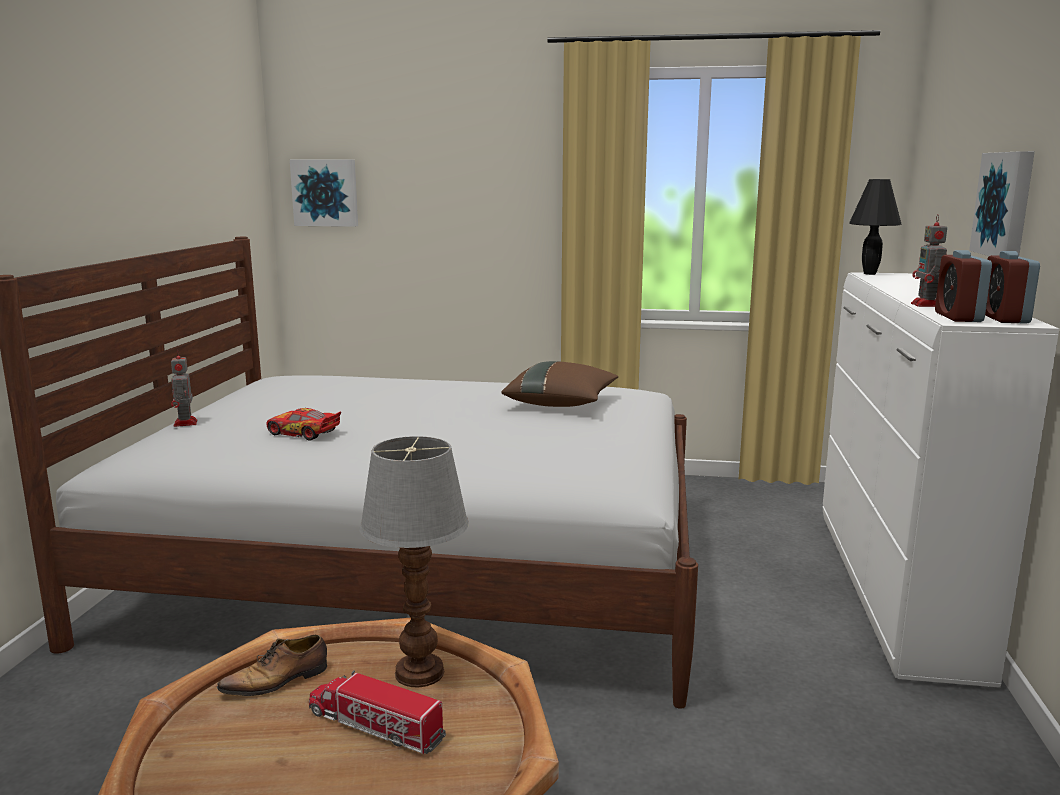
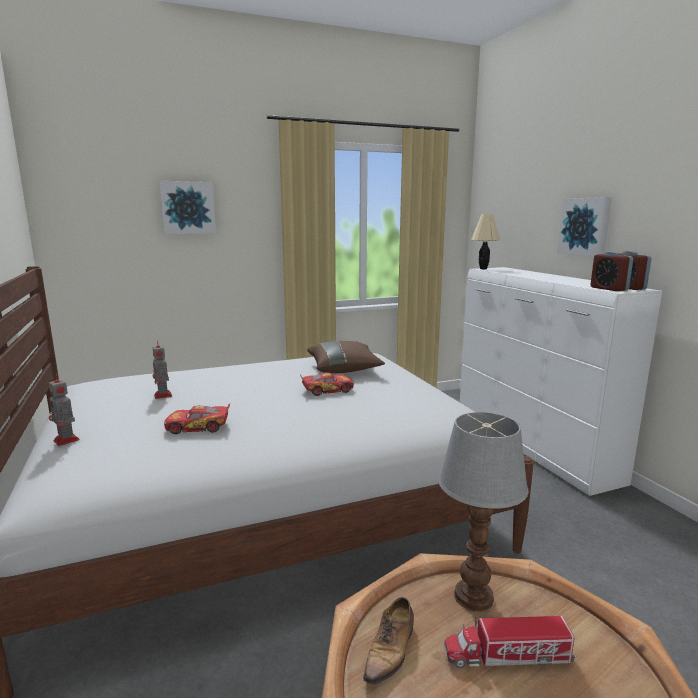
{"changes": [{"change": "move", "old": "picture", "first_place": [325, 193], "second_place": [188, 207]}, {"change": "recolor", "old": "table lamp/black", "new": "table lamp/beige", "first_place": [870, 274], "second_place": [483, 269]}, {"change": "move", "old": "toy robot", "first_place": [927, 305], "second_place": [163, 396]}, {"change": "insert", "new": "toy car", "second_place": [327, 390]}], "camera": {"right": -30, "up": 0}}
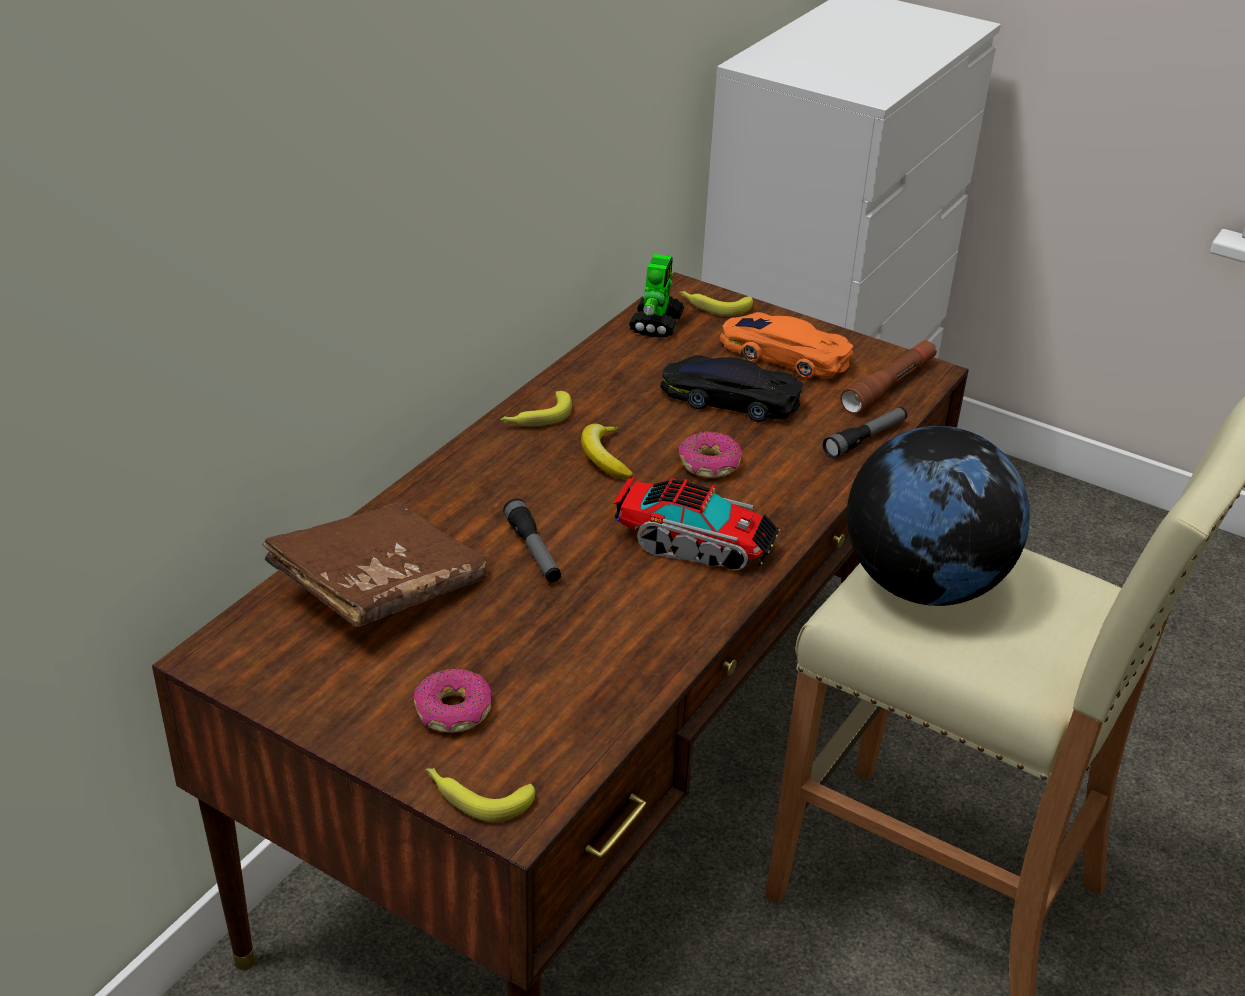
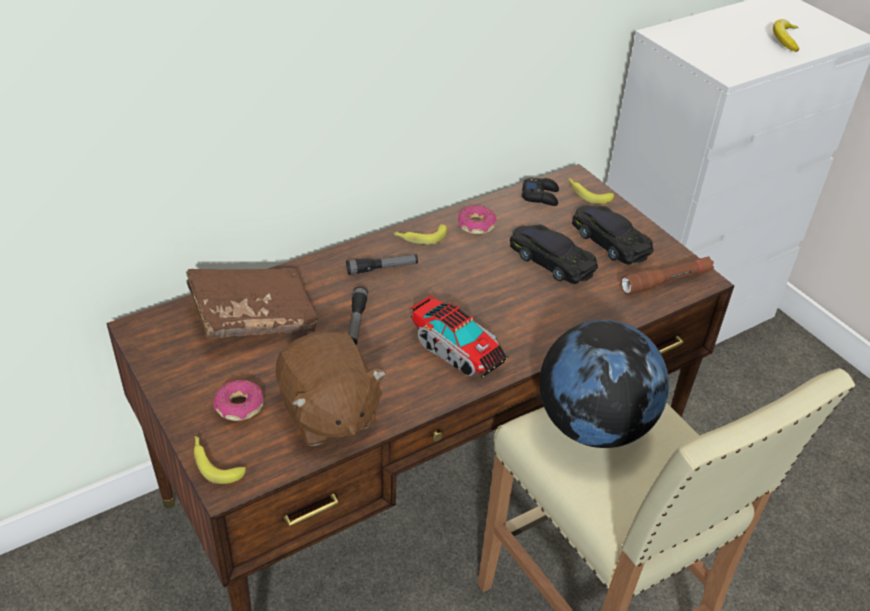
{"changes": [{"change": "replace", "old": "toy robot", "new": "game controller/black", "first_place": [656, 324], "second_place": [540, 196]}, {"change": "recolor", "old": "toy car/orange", "new": "toy car/black", "first_place": [784, 355], "second_place": [609, 240]}, {"change": "move", "old": "flashlight", "first_place": [865, 439], "second_place": [382, 268]}, {"change": "move", "old": "banana", "first_place": [604, 457], "second_place": [784, 39]}, {"change": "move", "old": "donut", "first_place": [709, 464], "second_place": [475, 226]}, {"change": "insert", "new": "plush toy/brown", "second_place": [328, 413]}], "camera": {"right": 25, "up": 5}}
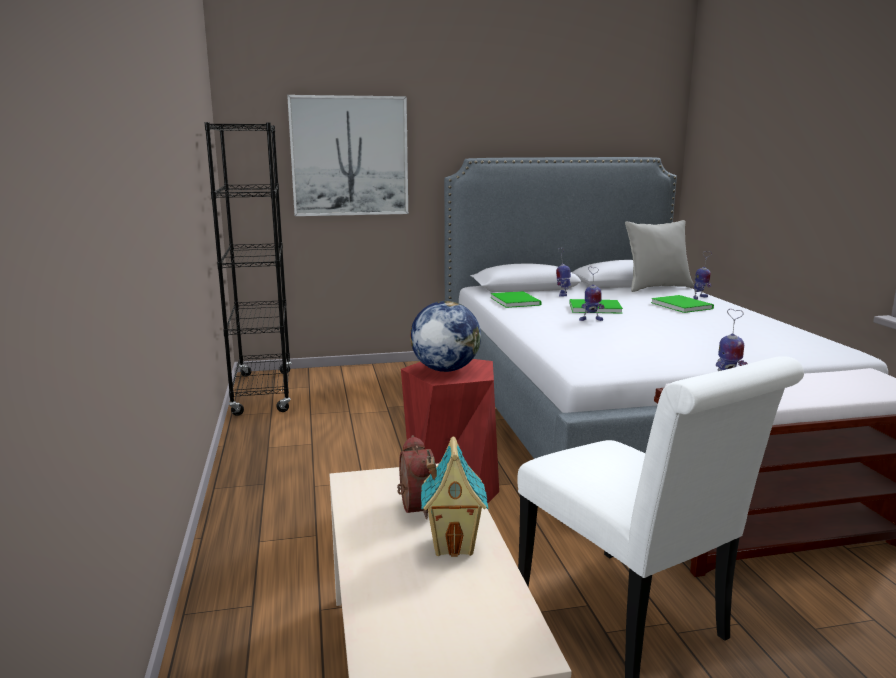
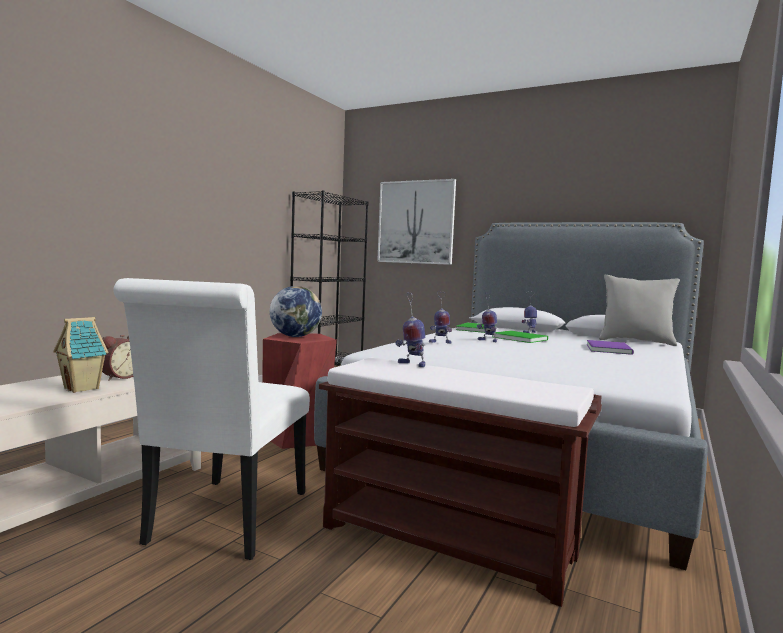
{"changes": [{"change": "move", "old": "toy robot", "first_place": [699, 298], "second_place": [439, 342]}, {"change": "recolor", "old": "book/green", "new": "book/purple", "first_place": [681, 305], "second_place": [609, 349]}], "camera": {"right": 40, "up": -10}}
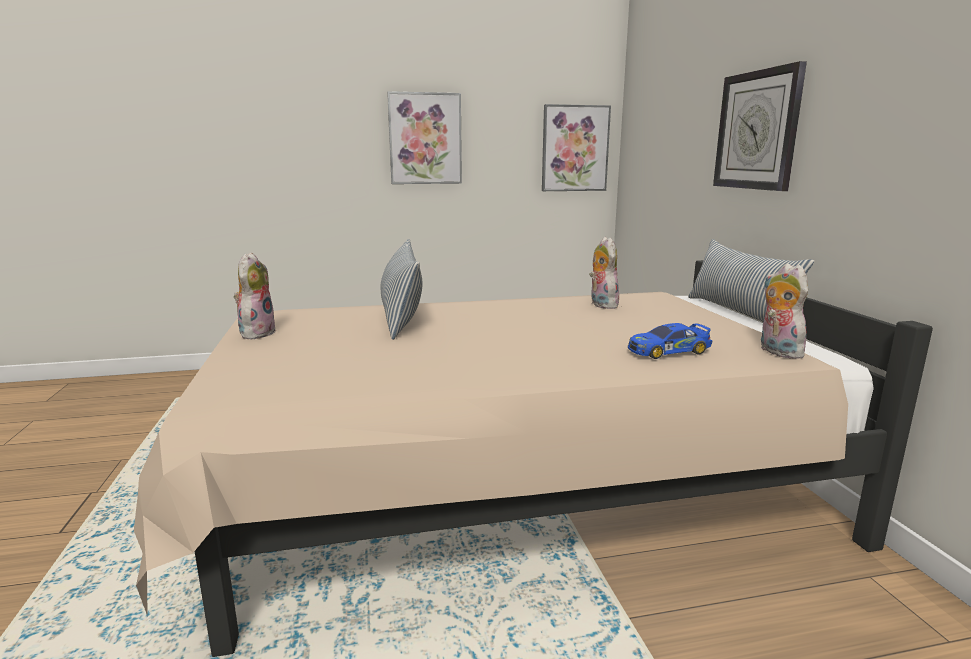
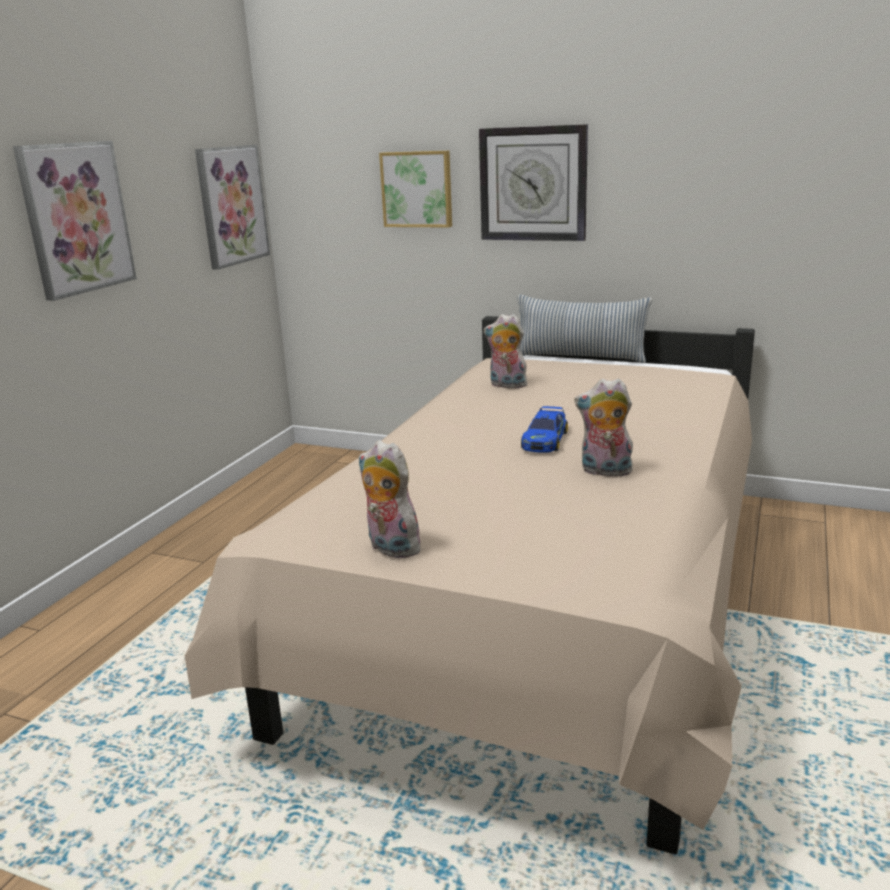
{"changes": [{"change": "delete", "old": "pillow", "first_place": [402, 317]}, {"change": "move", "old": "plush toy", "first_place": [776, 352], "second_place": [604, 472]}, {"change": "move", "old": "toy car", "first_place": [668, 351], "second_place": [545, 440]}, {"change": "insert", "new": "picture", "second_place": [417, 189]}], "camera": {"right": -55, "up": 5}}
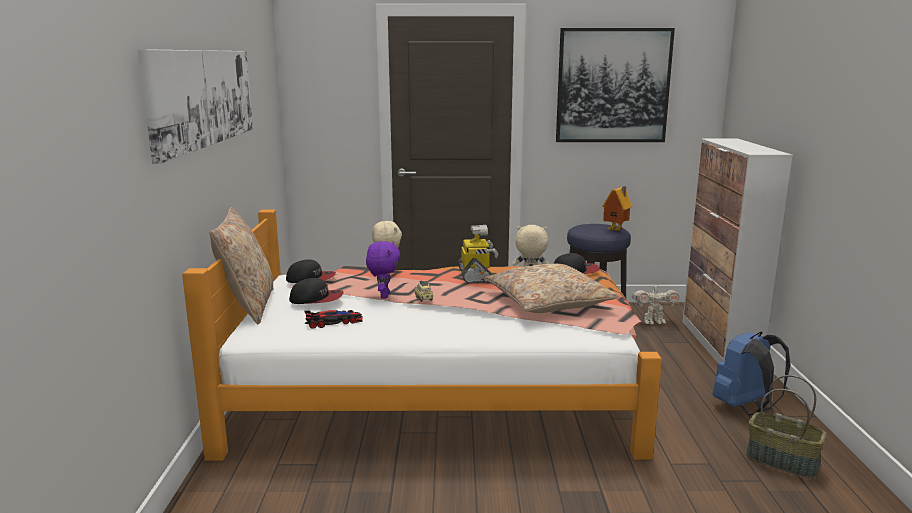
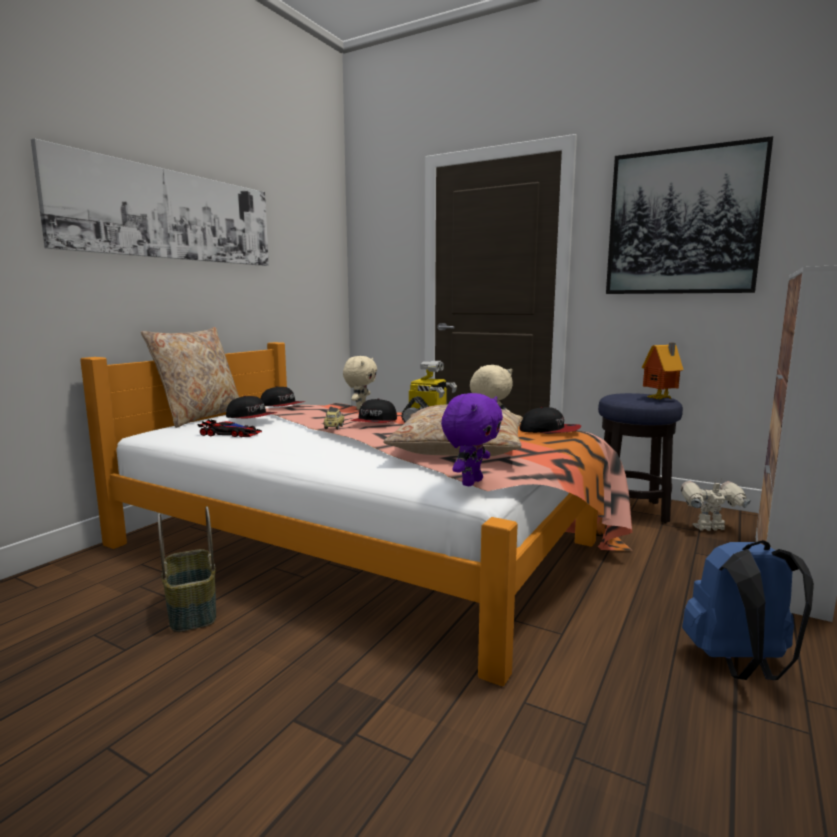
{"changes": [{"change": "move", "old": "plush toy/purple", "first_place": [384, 295], "second_place": [470, 482]}, {"change": "rotate", "old": "toy robot", "first_place": [653, 322], "second_place": [710, 529], "degrees": 150}, {"change": "move", "old": "basket", "first_place": [782, 461], "second_place": [193, 610]}, {"change": "insert", "new": "cap", "second_place": [375, 422]}], "camera": {"right": 30, "up": -5}}
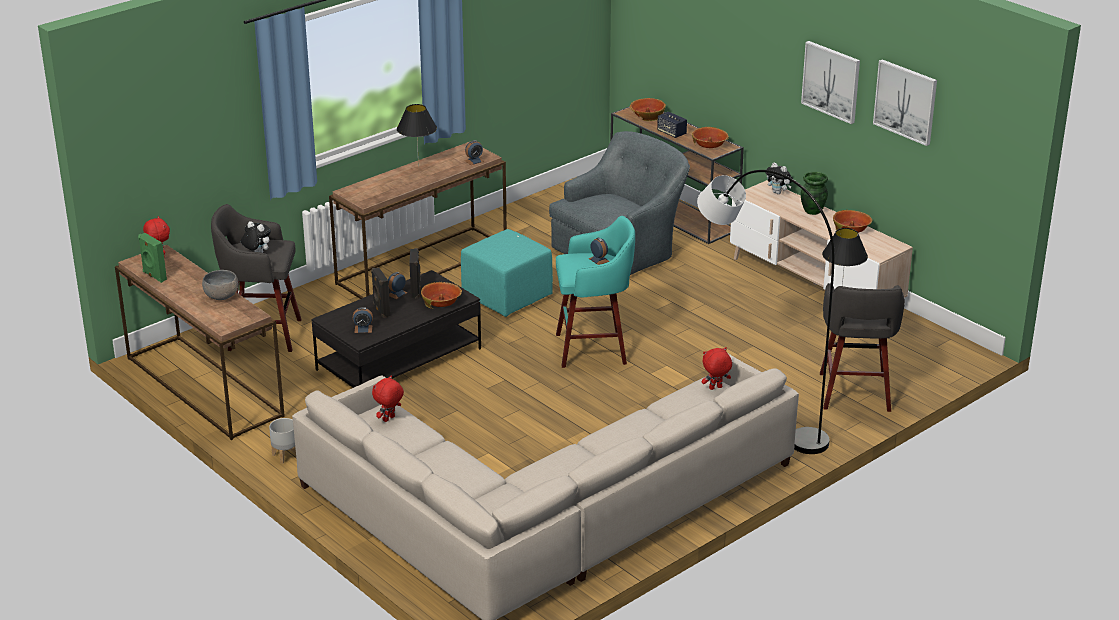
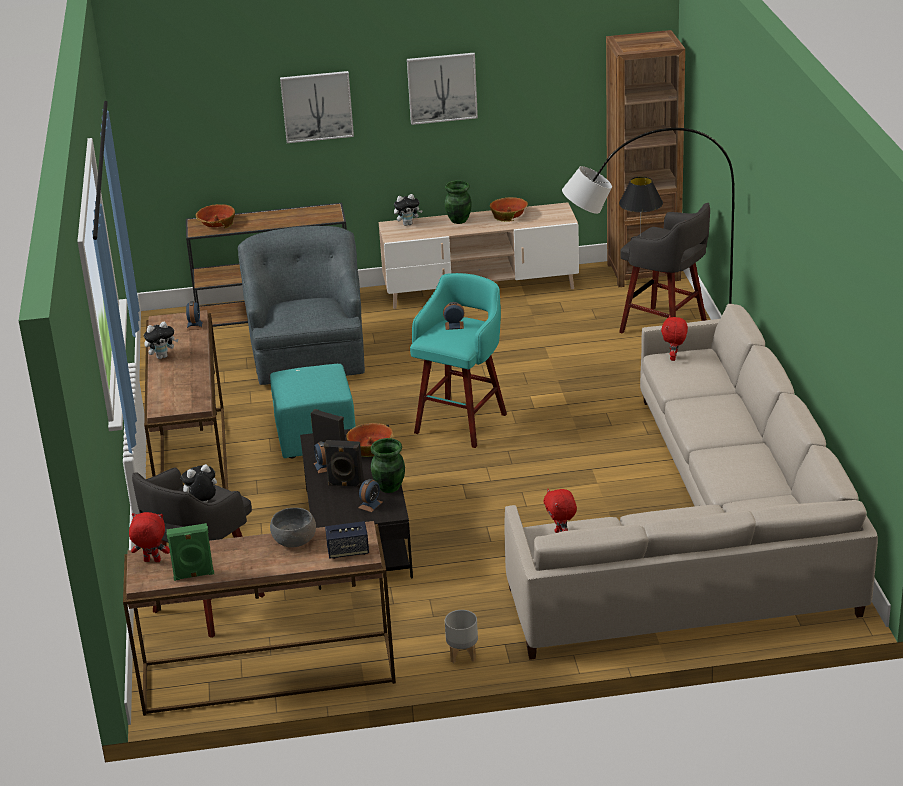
{"changes": [{"change": "move", "old": "picture", "first_place": [906, 101], "second_place": [317, 106]}, {"change": "replace", "old": "table lamp/black", "new": "plush toy", "first_place": [418, 166], "second_place": [162, 356]}, {"change": "move", "old": "speaker", "first_place": [671, 133], "second_place": [348, 551]}, {"change": "delete", "old": "bowl", "first_place": [709, 144]}, {"change": "insert", "new": "bookcase/brown", "second_place": [643, 272]}, {"change": "insert", "new": "vase/green", "second_place": [389, 487]}], "camera": {"right": -55, "up": 0}}
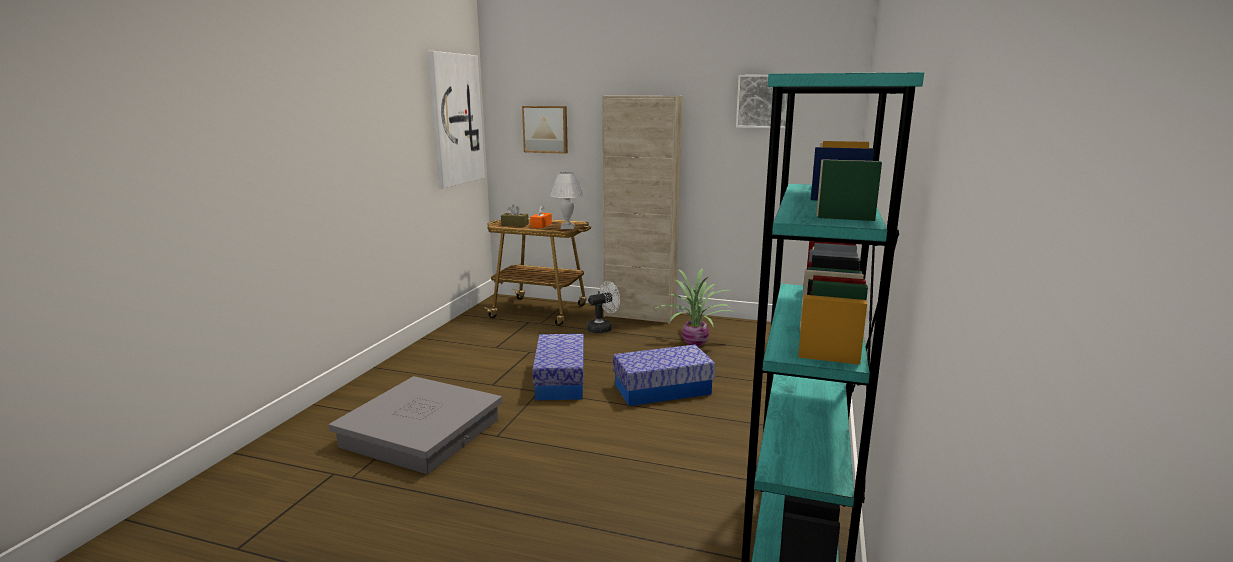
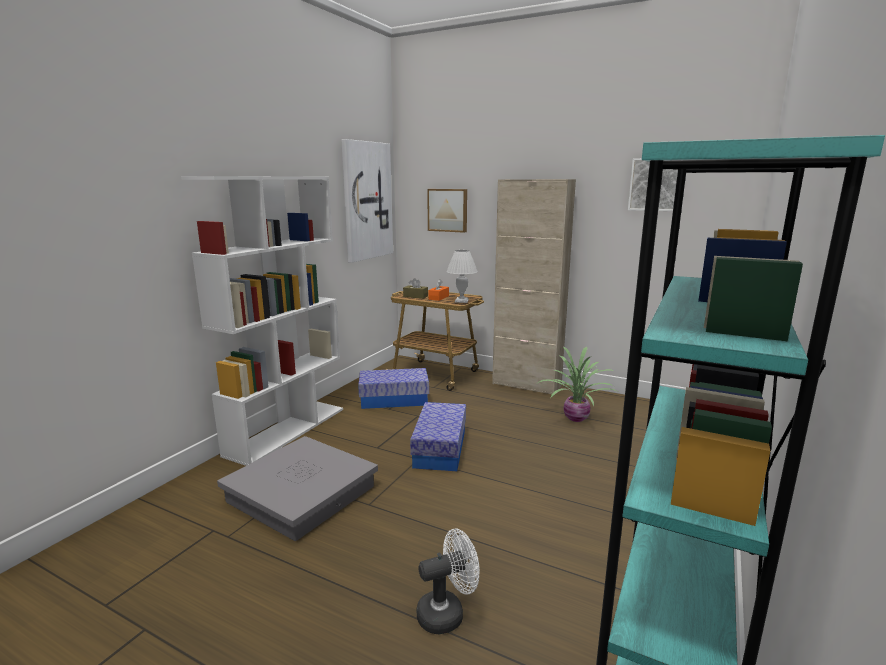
{"changes": [{"change": "move", "old": "fan/white", "first_place": [603, 328], "second_place": [447, 613]}, {"change": "move", "old": "storage box", "first_place": [662, 389], "second_place": [394, 399]}, {"change": "insert", "new": "bookcase/white", "second_place": [287, 430]}], "camera": {"right": 10, "up": 0}}
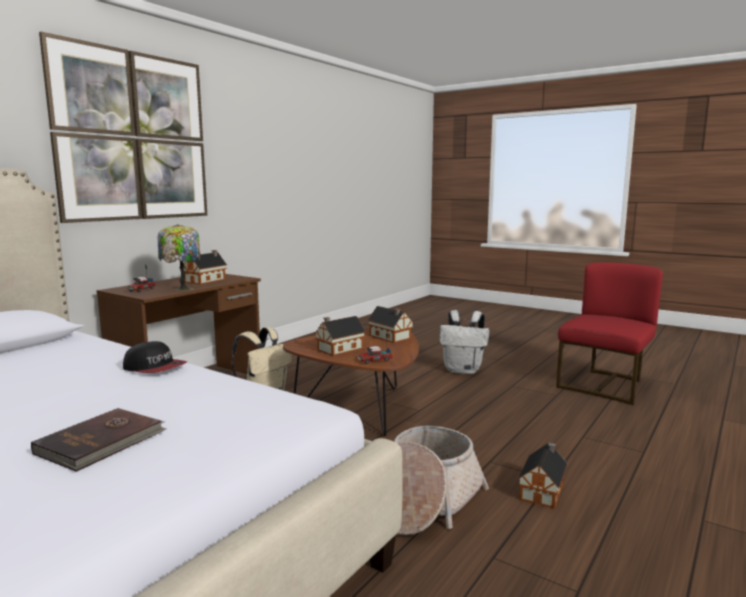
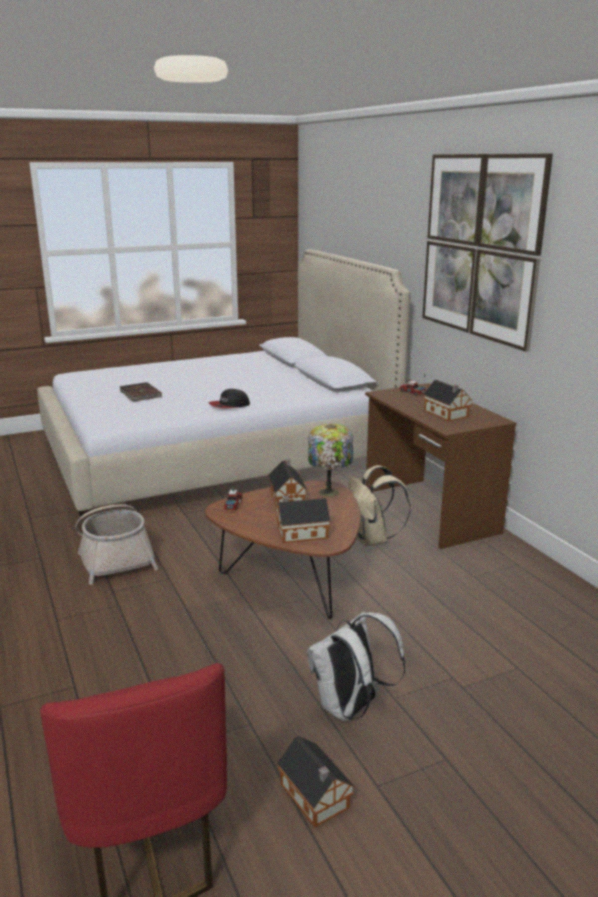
{"changes": [{"change": "move", "old": "table lamp", "first_place": [182, 289], "second_place": [330, 492]}, {"change": "move", "old": "toy house", "first_place": [543, 490], "second_place": [315, 798]}], "camera": {"right": 120, "up": 10}}
